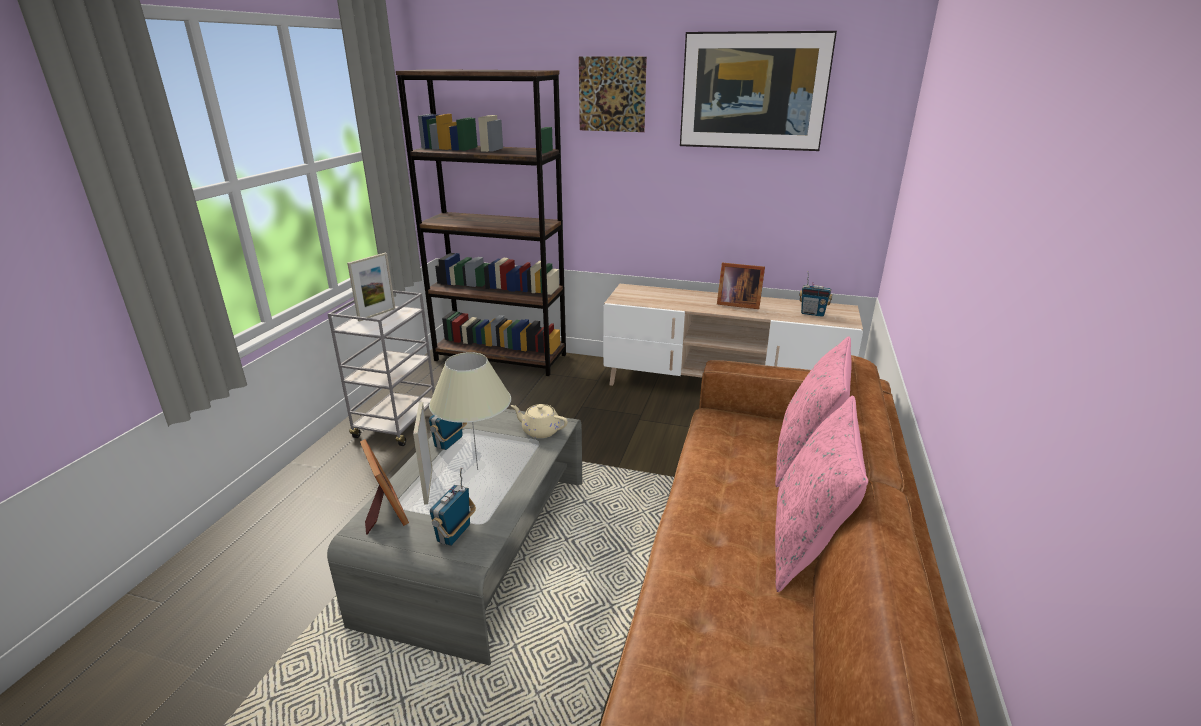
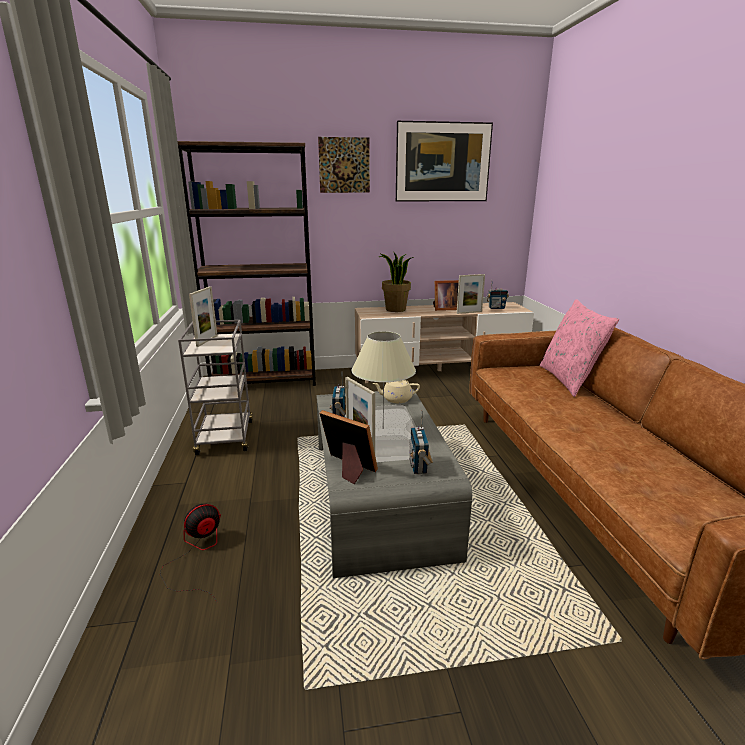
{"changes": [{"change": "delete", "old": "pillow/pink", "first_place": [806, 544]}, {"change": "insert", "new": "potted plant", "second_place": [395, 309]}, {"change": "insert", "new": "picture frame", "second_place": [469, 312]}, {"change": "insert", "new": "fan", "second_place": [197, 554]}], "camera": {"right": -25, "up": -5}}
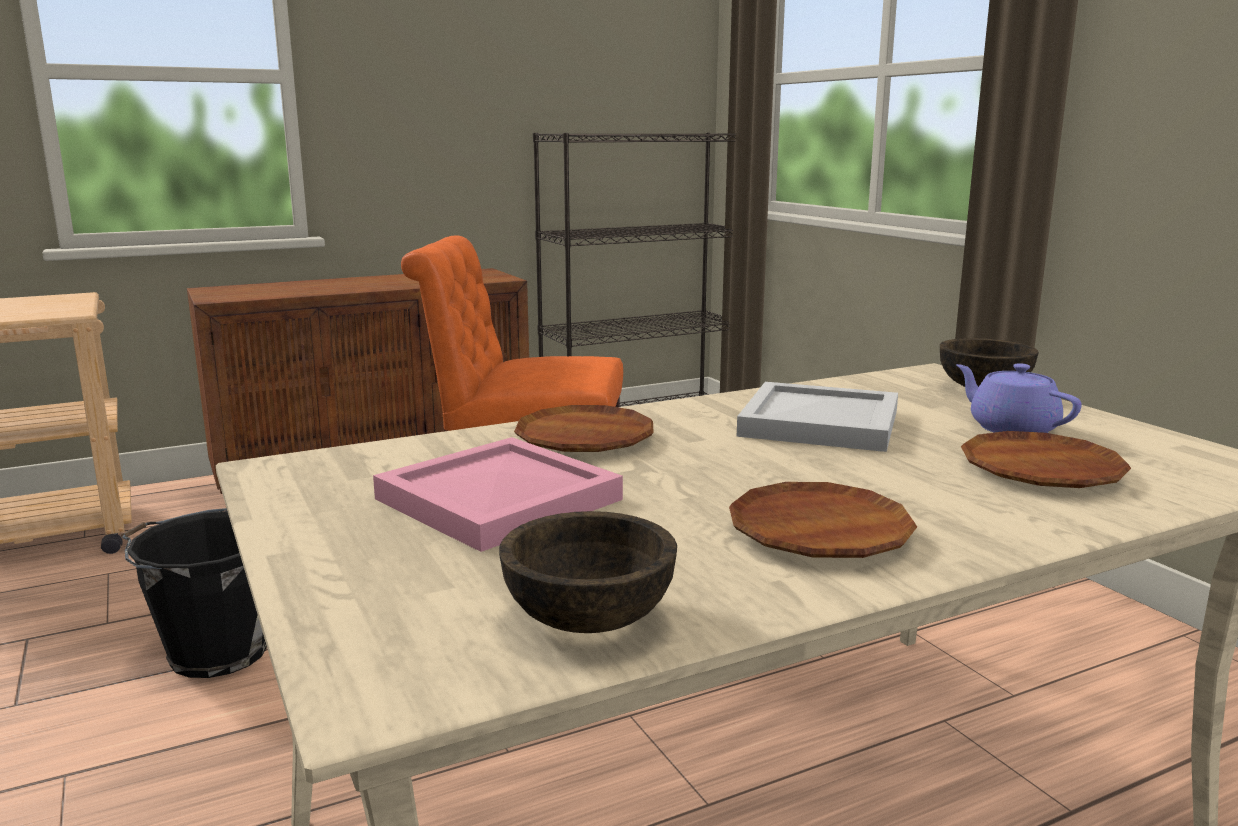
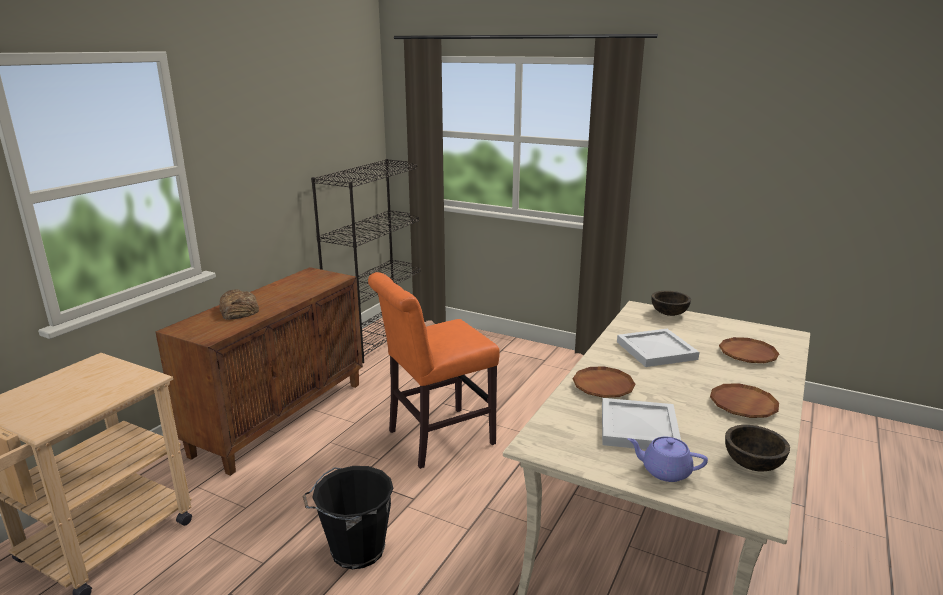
{"changes": [{"change": "move", "old": "teapot/purple", "first_place": [1011, 428], "second_place": [664, 471]}, {"change": "recolor", "old": "tray/pink", "new": "tray/white", "first_place": [502, 499], "second_place": [639, 427]}, {"change": "insert", "new": "bread", "second_place": [238, 310]}], "camera": {"right": -35, "up": 5}}
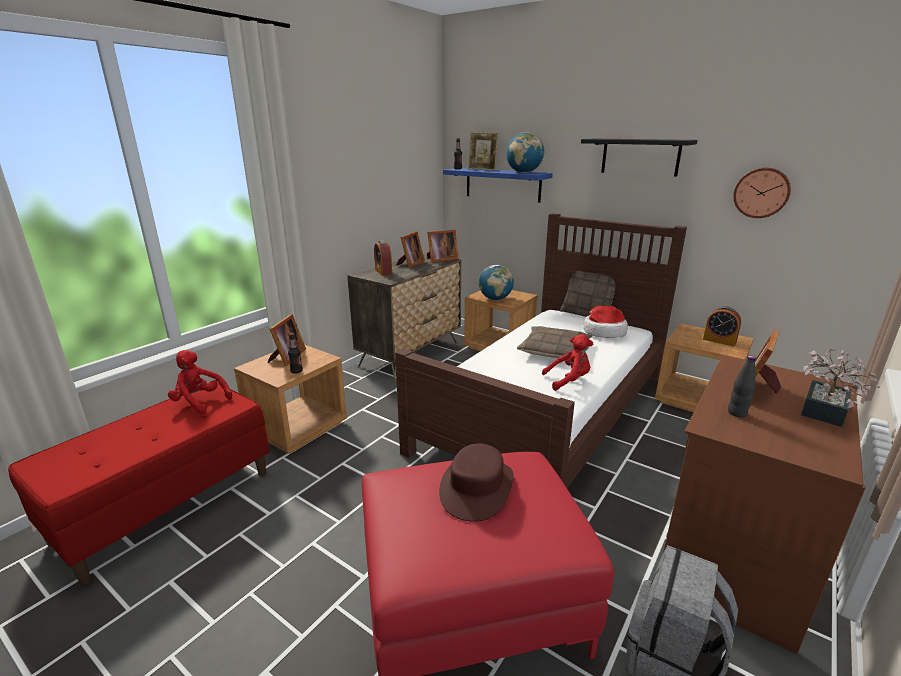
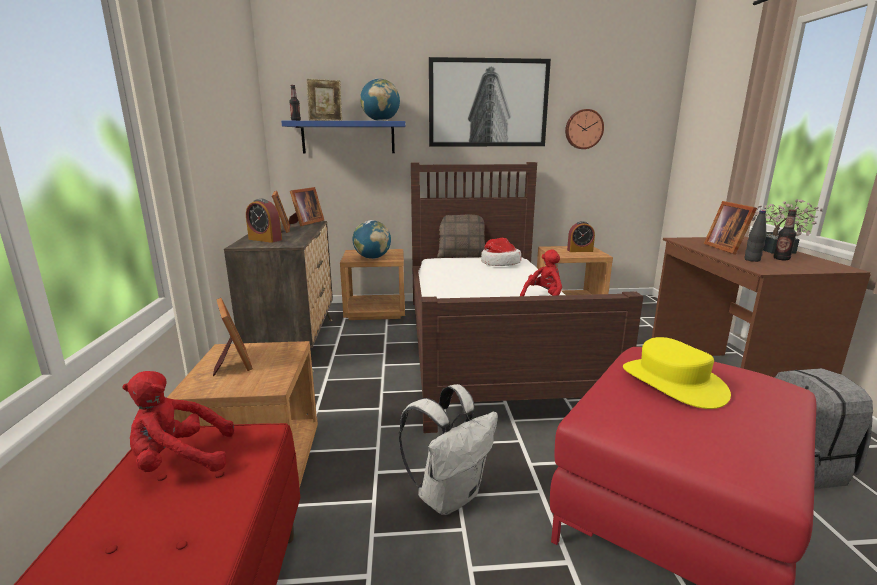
{"changes": [{"change": "replace", "old": "shelf/black", "new": "picture", "first_place": [640, 157], "second_place": [488, 103]}, {"change": "delete", "old": "pillow", "first_place": [554, 350]}, {"change": "move", "old": "bottle", "first_place": [296, 371], "second_place": [781, 259]}, {"change": "recolor", "old": "hat/brown", "new": "hat/yellow", "first_place": [476, 487], "second_place": [672, 382]}, {"change": "insert", "new": "backpack/white", "second_place": [449, 495]}], "camera": {"right": -40, "up": -5}}
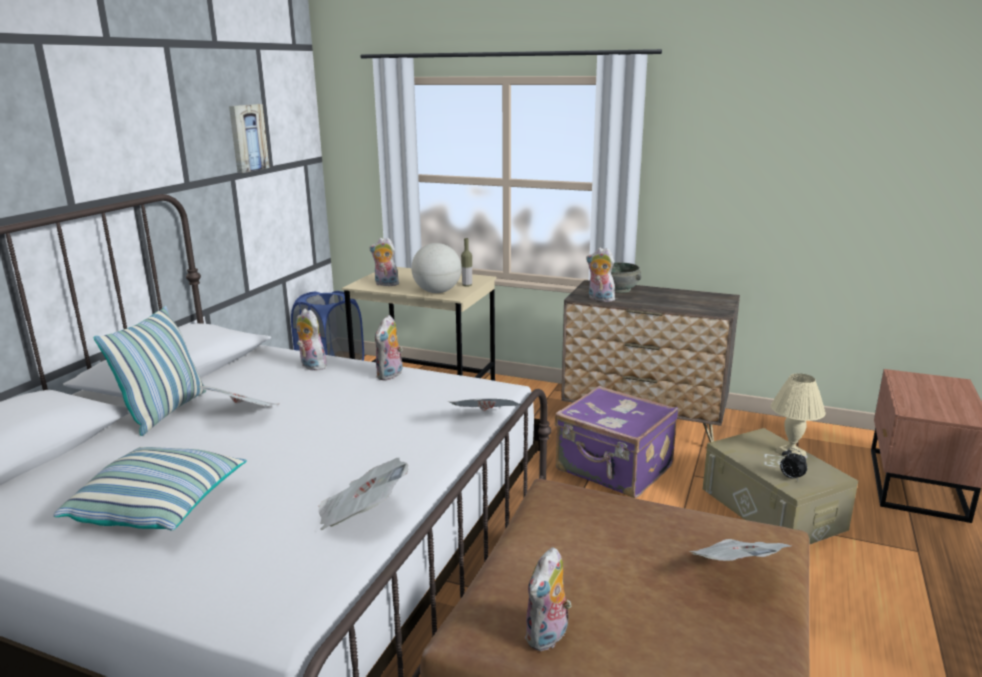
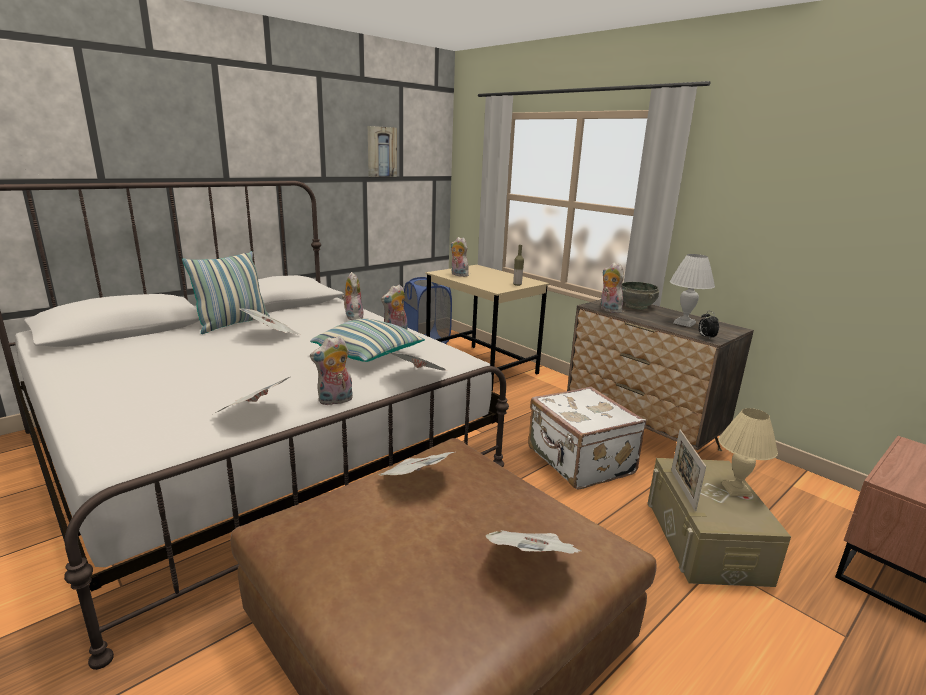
{"changes": [{"change": "delete", "old": "globe", "first_place": [437, 292]}, {"change": "recolor", "old": "suitcase/purple", "new": "suitcase/white", "first_place": [613, 469], "second_place": [579, 462]}, {"change": "move", "old": "pillow", "first_place": [160, 507], "second_place": [368, 355]}, {"change": "move", "old": "alarm clock", "first_place": [790, 477], "second_place": [706, 337]}, {"change": "move", "old": "plush toy", "first_place": [548, 637], "second_place": [335, 401]}, {"change": "insert", "new": "table lamp/white", "second_place": [684, 323]}, {"change": "insert", "new": "picture frame", "second_place": [683, 489]}, {"change": "insert", "new": "newspaper", "second_place": [415, 481]}], "camera": {"right": 25, "up": 0}}
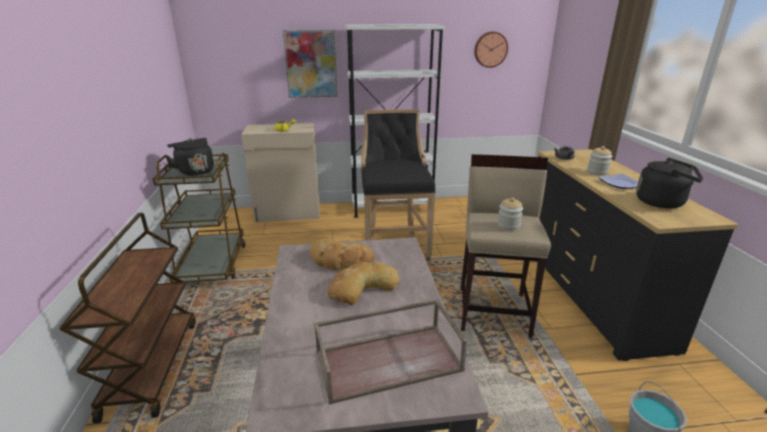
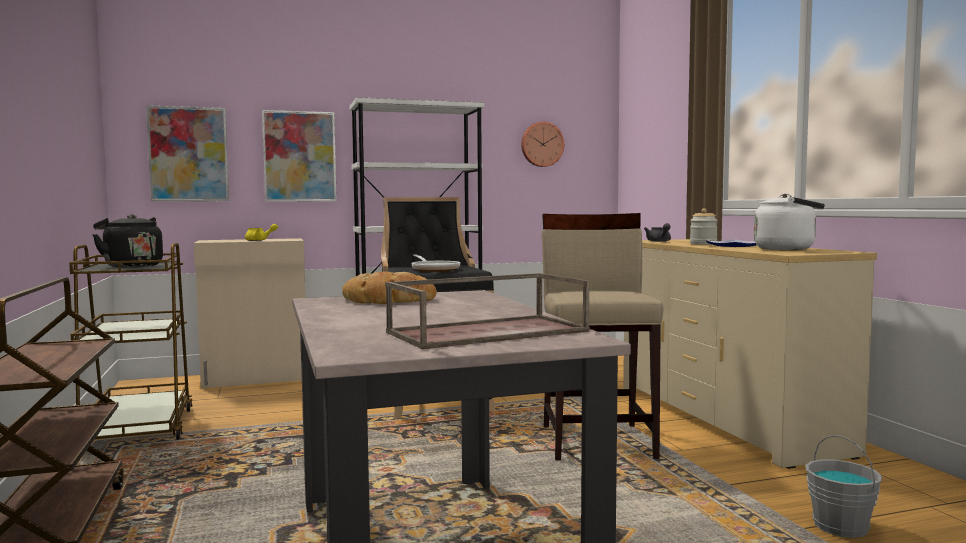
{"changes": [{"change": "recolor", "old": "dresser/black", "new": "dresser/beige", "first_place": [590, 292], "second_place": [726, 418]}, {"change": "recolor", "old": "kettle/black", "new": "kettle/white", "first_place": [663, 202], "second_place": [788, 249]}, {"change": "delete", "old": "jar", "first_place": [508, 225]}, {"change": "delete", "old": "bread", "first_place": [362, 287]}, {"change": "insert", "new": "picture", "second_place": [188, 154]}, {"change": "insert", "new": "frying pan", "second_place": [434, 269]}], "camera": {"right": -10, "up": -20}}
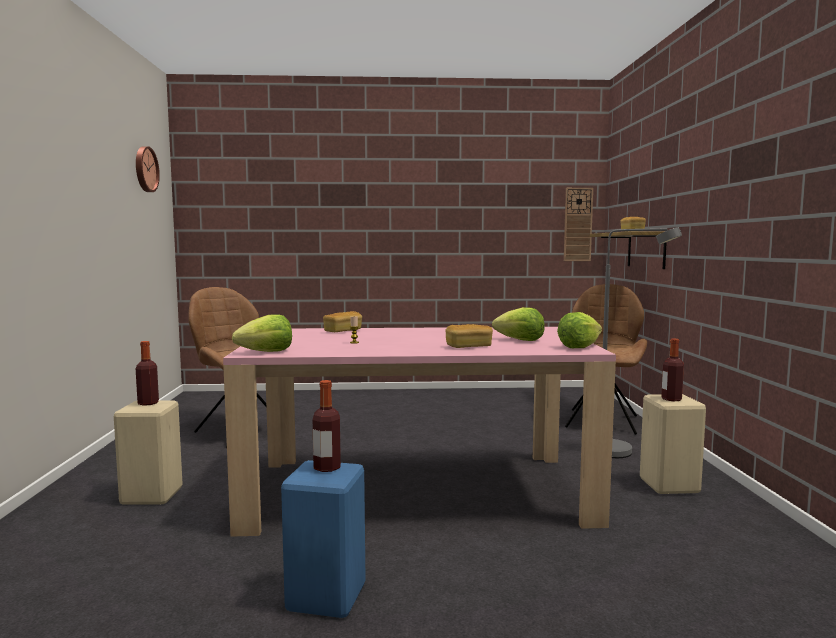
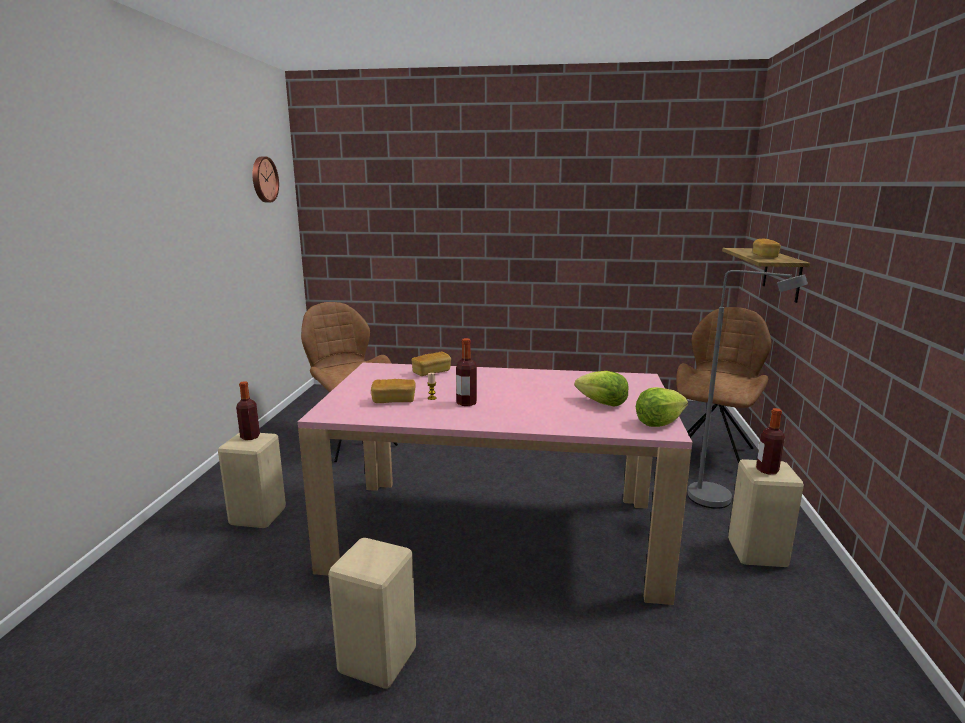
{"changes": [{"change": "delete", "old": "wall clock", "first_place": [578, 224]}, {"change": "delete", "old": "lettuce", "first_place": [267, 352]}, {"change": "move", "old": "bread", "first_place": [468, 346], "second_place": [394, 400]}, {"change": "move", "old": "bottle", "first_place": [327, 467], "second_place": [466, 403]}, {"change": "recolor", "old": "stool/blue", "new": "stool/beige", "first_place": [324, 598], "second_place": [375, 661]}], "camera": {"right": 10, "up": 10}}
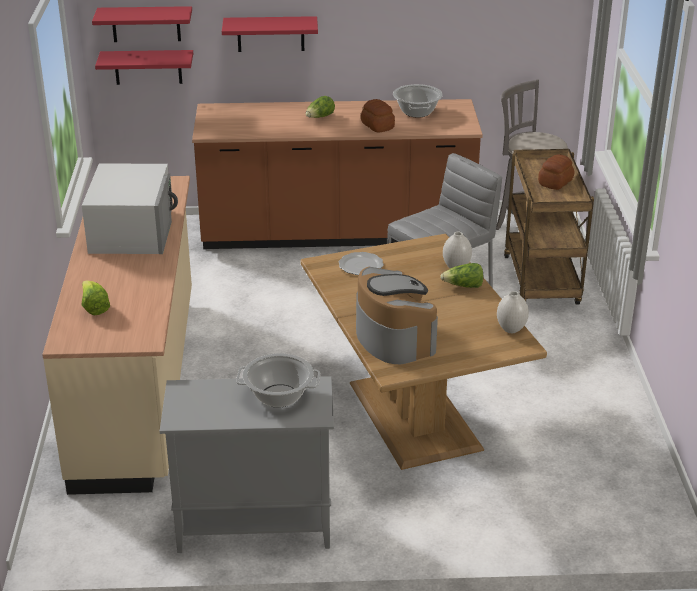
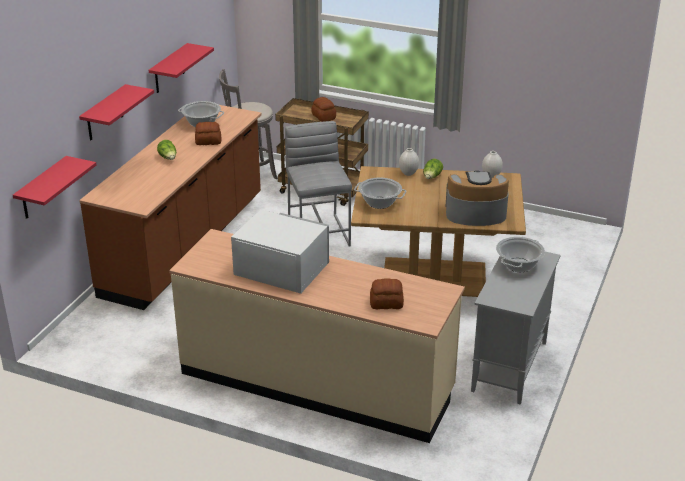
{"changes": [{"change": "move", "old": "shelf/red", "first_place": [146, 24], "second_place": [169, 69]}, {"change": "replace", "old": "plate", "new": "cooking pot", "first_place": [361, 266], "second_place": [380, 203]}, {"change": "replace", "old": "lettuce", "new": "bread", "first_place": [94, 308], "second_place": [387, 303]}], "camera": {"right": -65, "up": 0}}
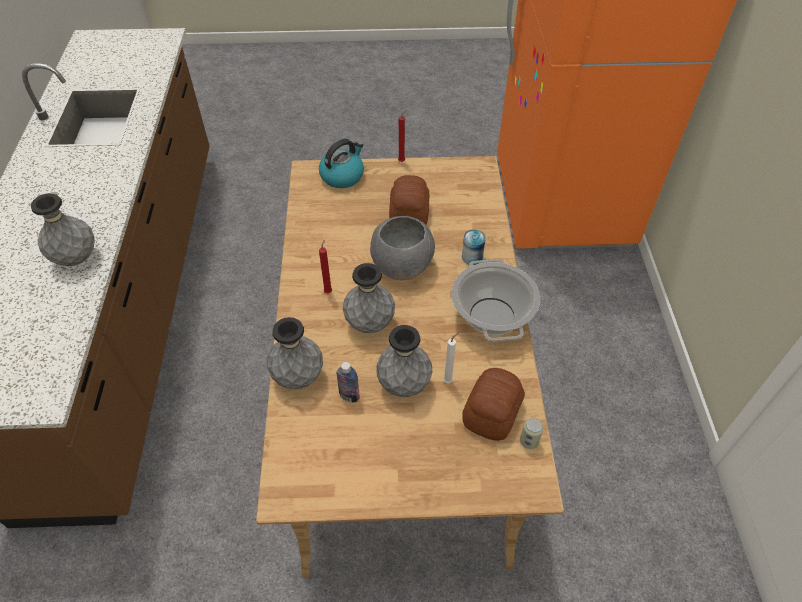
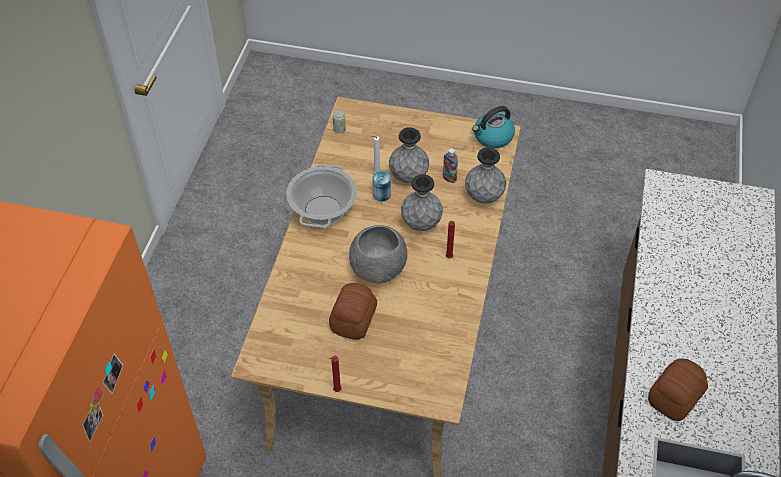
{"changes": [{"change": "move", "old": "kettle", "first_place": [342, 176], "second_place": [492, 137]}, {"change": "delete", "old": "vase/grey", "first_place": [76, 258]}, {"change": "move", "old": "can", "first_place": [472, 257], "second_place": [381, 194]}, {"change": "move", "old": "bread", "first_place": [493, 412], "second_place": [673, 397]}], "camera": {"right": -165, "up": 0}}
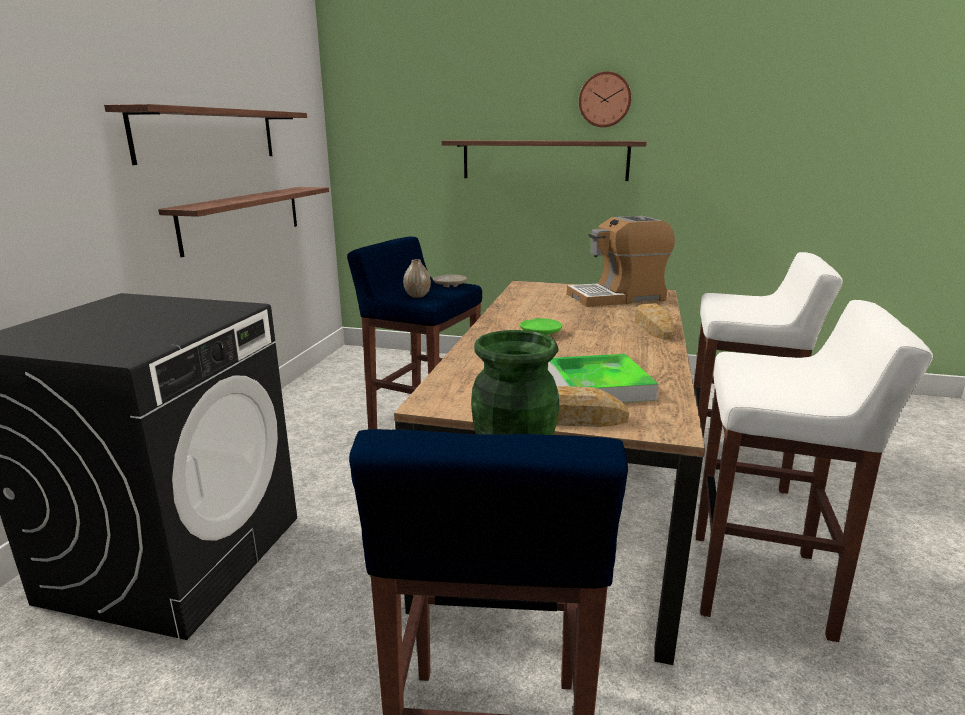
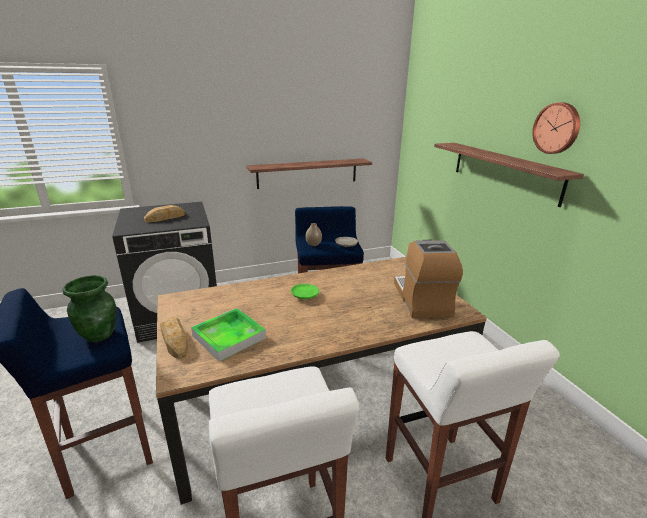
{"changes": [{"change": "delete", "old": "shelf", "first_place": [209, 135]}, {"change": "rotate", "old": "coffee machine", "first_place": [617, 297], "second_place": [422, 299], "degrees": 45}, {"change": "move", "old": "bread", "first_place": [652, 327], "second_place": [165, 217]}], "camera": {"right": 55, "up": 5}}
